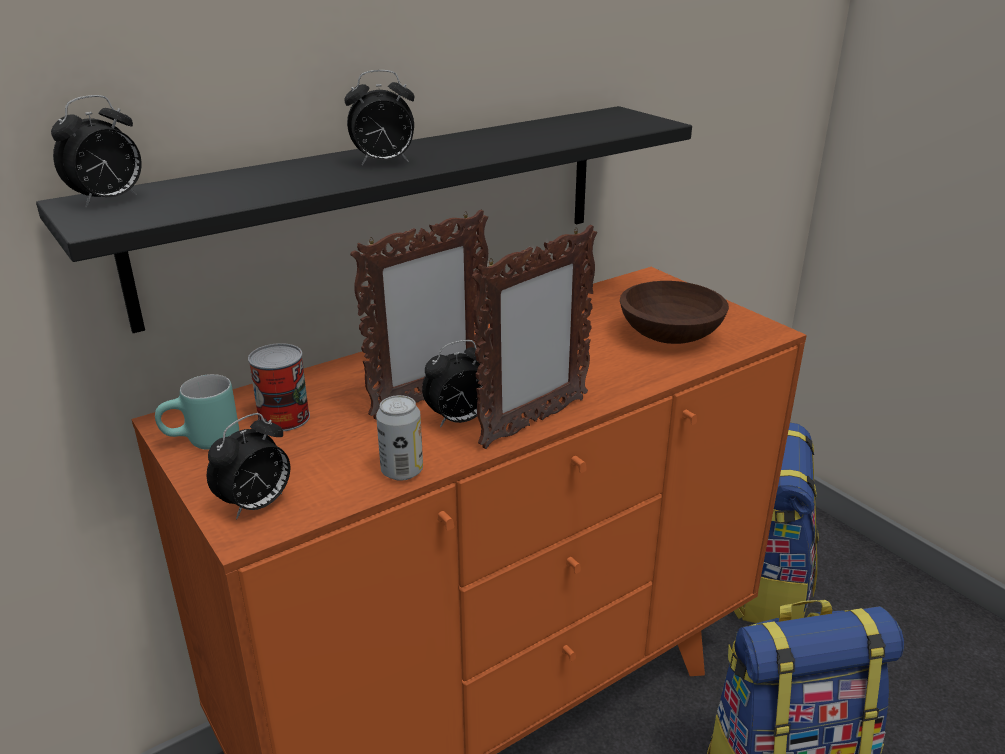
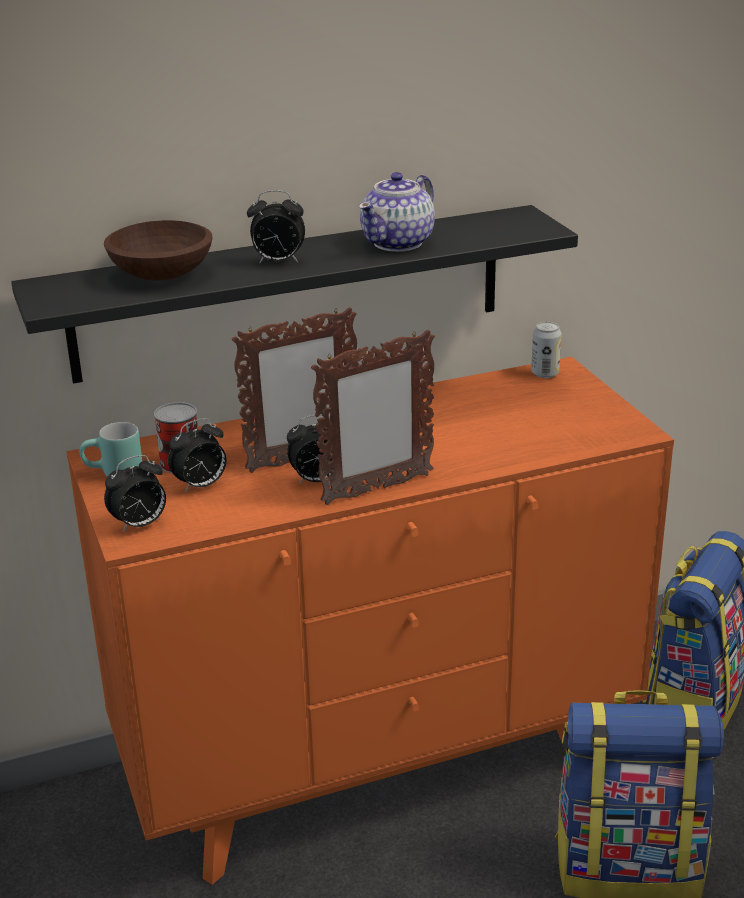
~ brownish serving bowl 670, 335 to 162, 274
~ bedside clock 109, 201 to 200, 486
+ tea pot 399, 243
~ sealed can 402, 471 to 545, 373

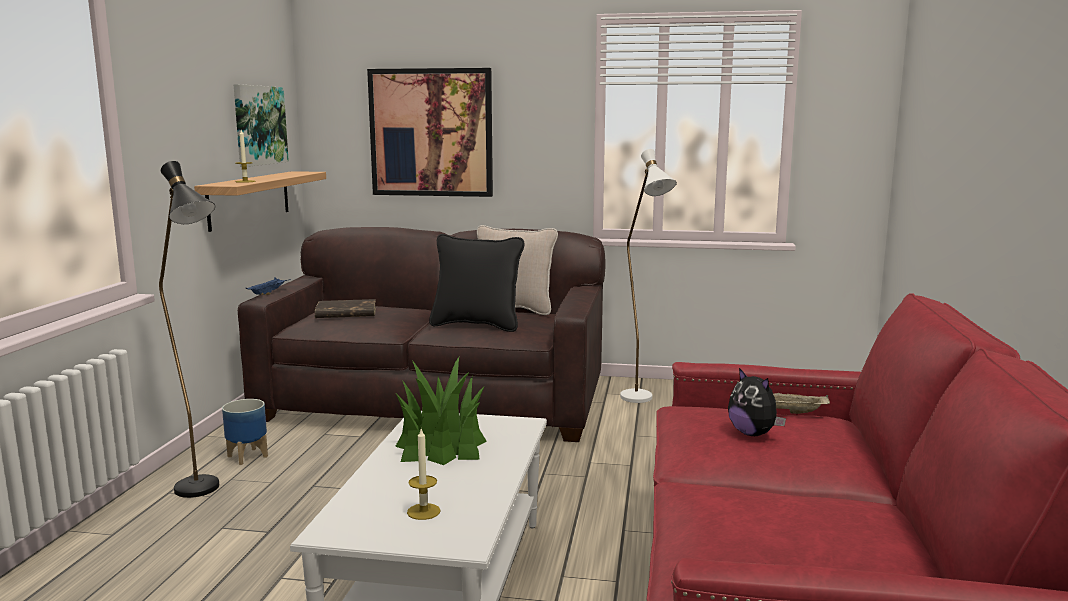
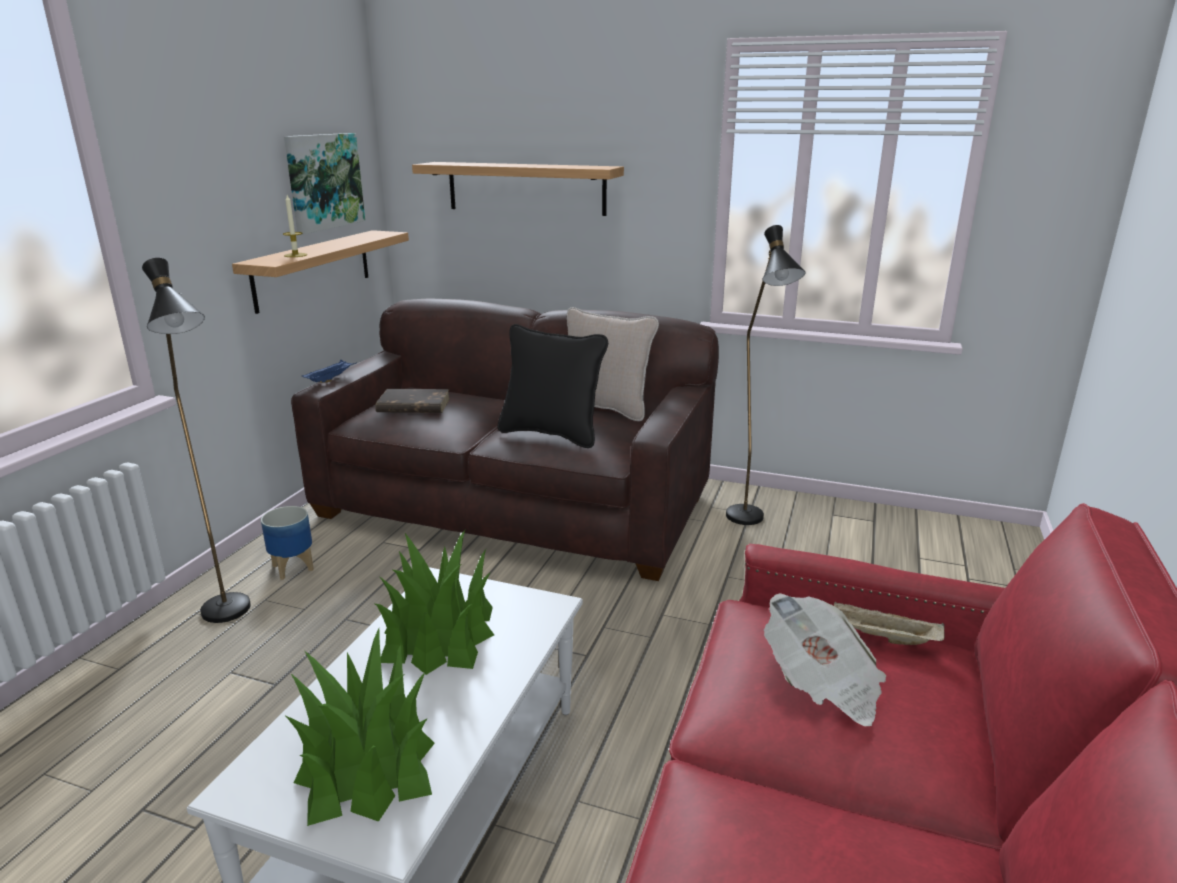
~ candle 423, 511 to plant in a pot 366, 764
~ picture 431, 133 to bracket shelf 526, 188
~ white-coloured standard lamp 642, 401 to black standard lamp 749, 523
~ cuddly toy 753, 433 to daily paper 822, 684

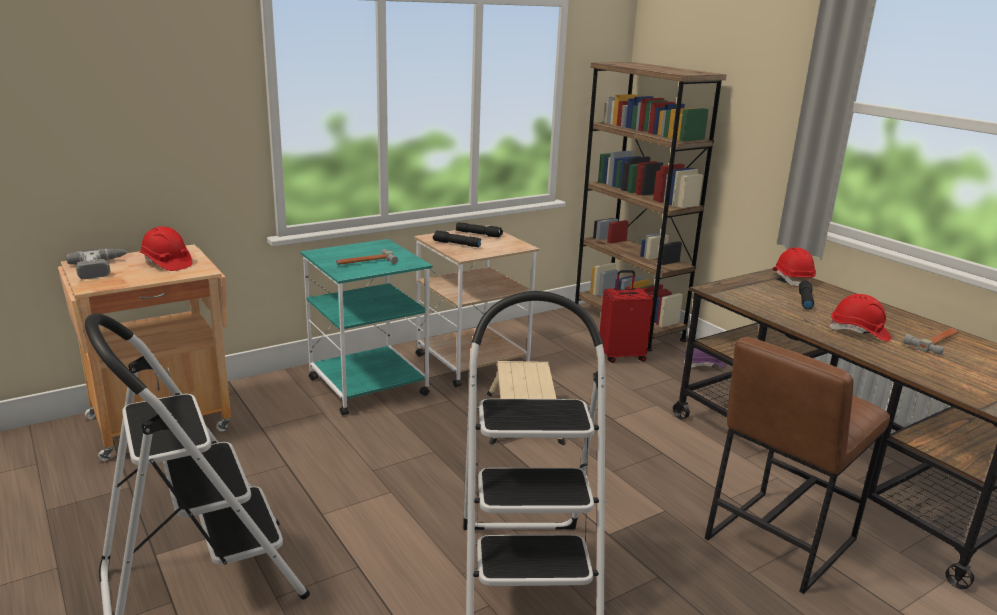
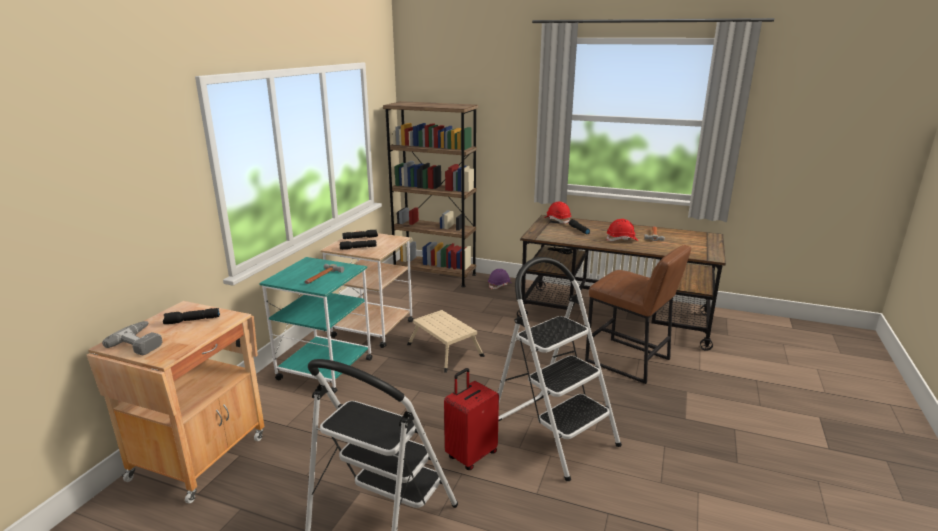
~ red work helmet 166, 263 to black torch 192, 321
~ red suitcase 621, 356 to 471, 455
~ brownish plain chair 779, 540 = 629, 360 60 degrees counterclockwise

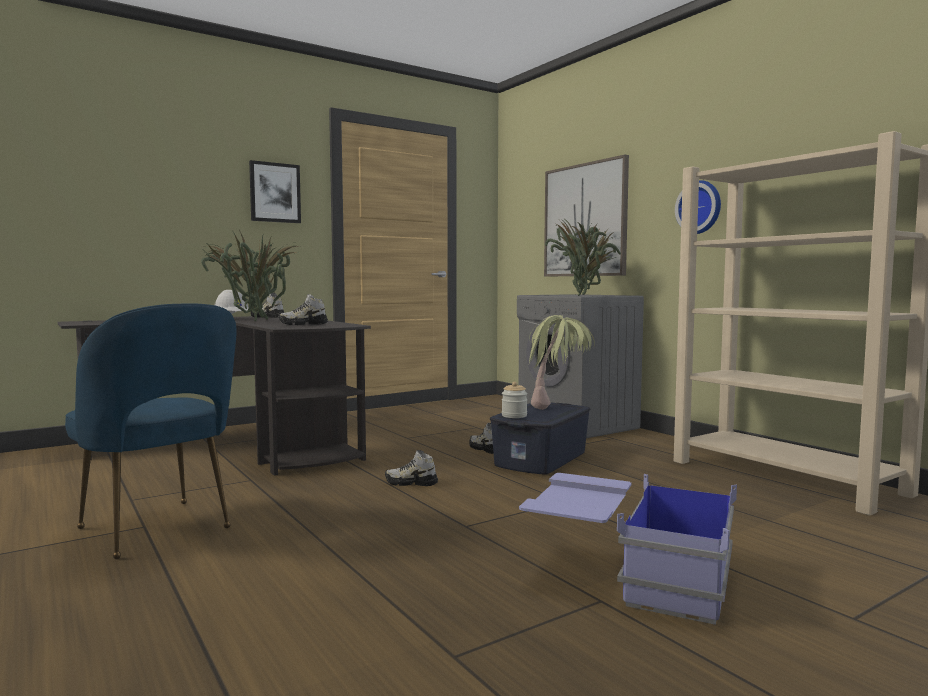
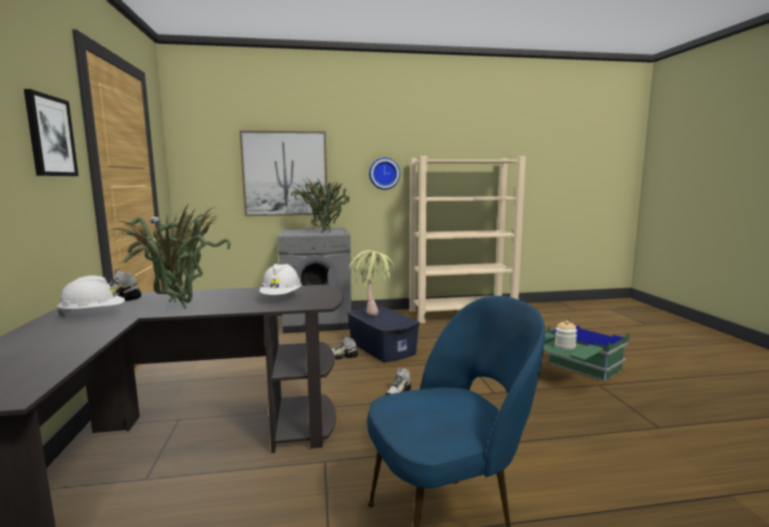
~ shoe 303, 324 to white-coloured work helmet 281, 297
~ blue storage box 627, 576 to green storage box 573, 373
~ jar 514, 416 to 565, 346

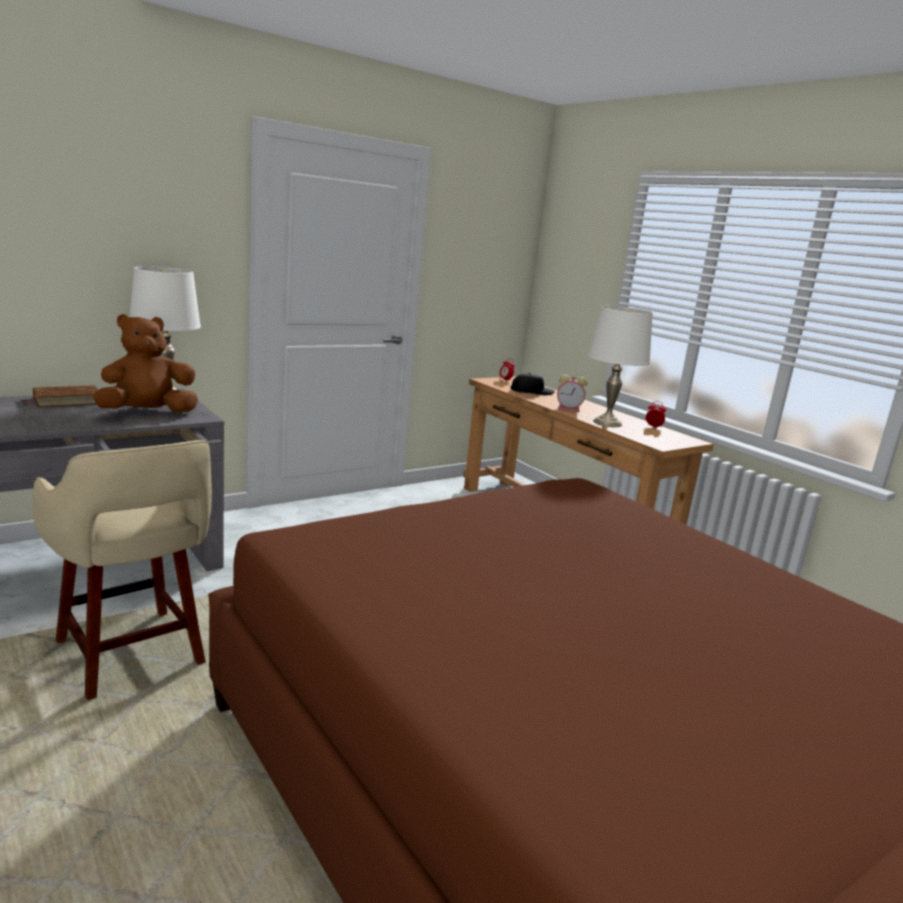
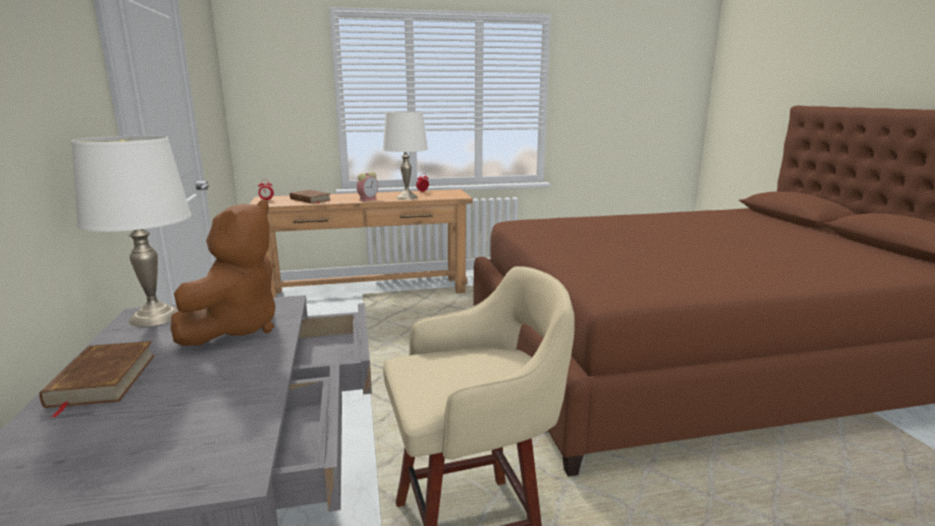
~ brownish cuddly toy 147, 413 = 236, 328 150 degrees counterclockwise
~ black baseball cap 532, 392 to brownish book 310, 199

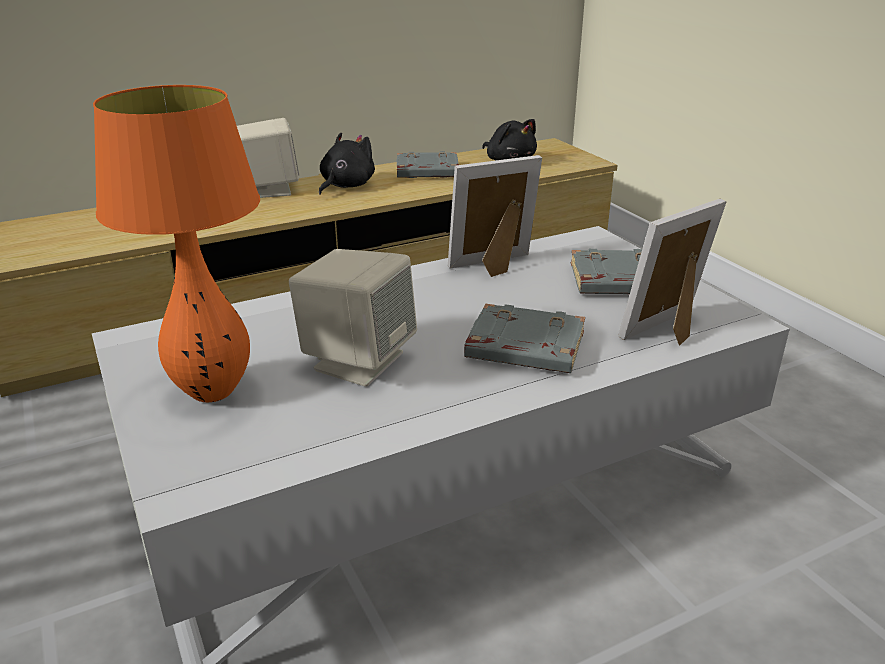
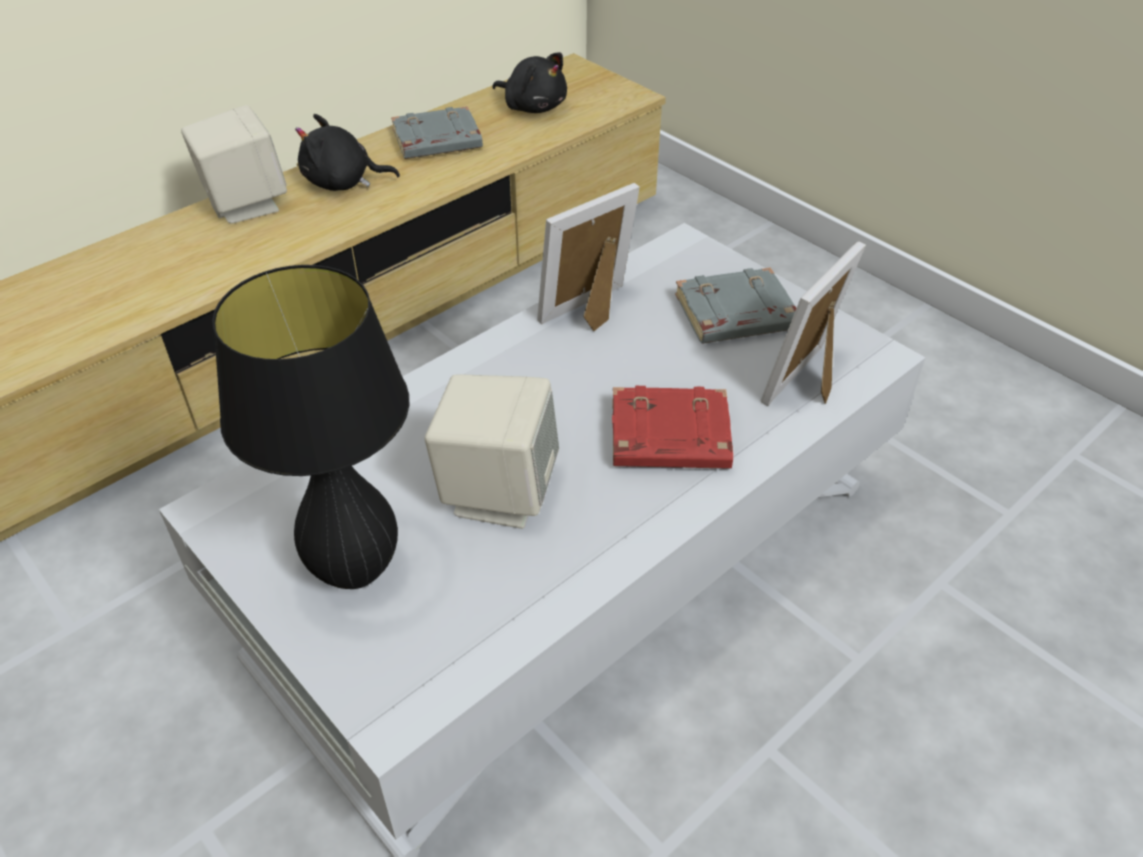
~ orangey tabletop lamp 213, 392 to black tabletop lamp 356, 571
~ black cuddly toy 345, 186 = 343, 182 105 degrees counterclockwise
~ greyish book 523, 348 to red book 668, 438

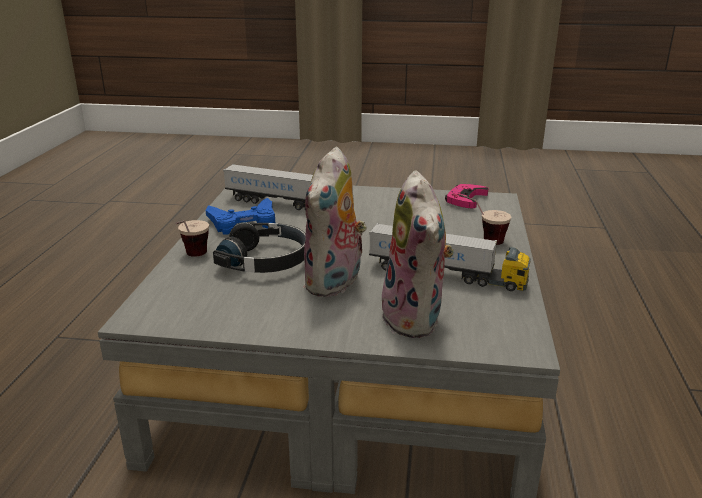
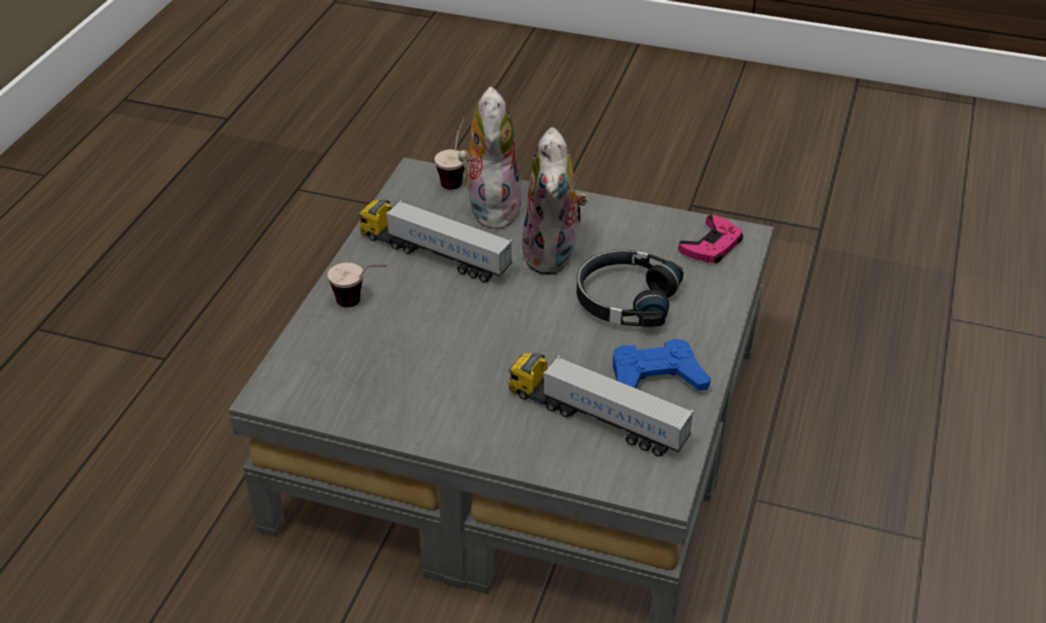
~ drinking cup 192, 258 to 456, 177
~ cuddly toy 335, 284 = 553, 255 150 degrees clockwise
~ pink joypad 465, 200 to 711, 245

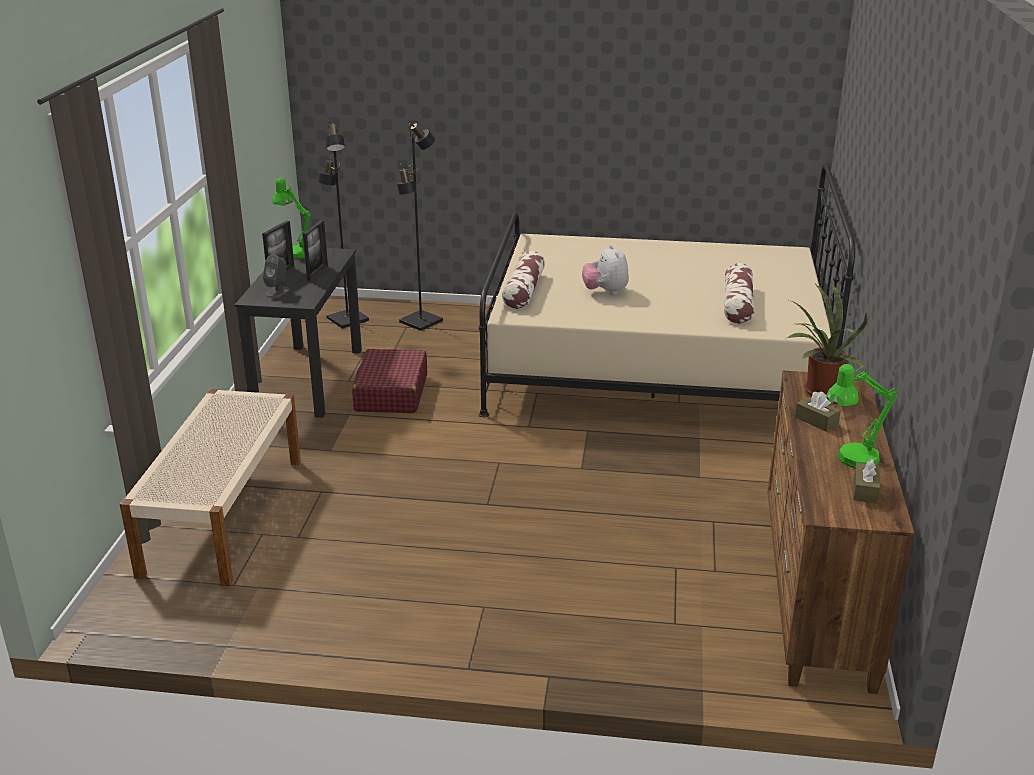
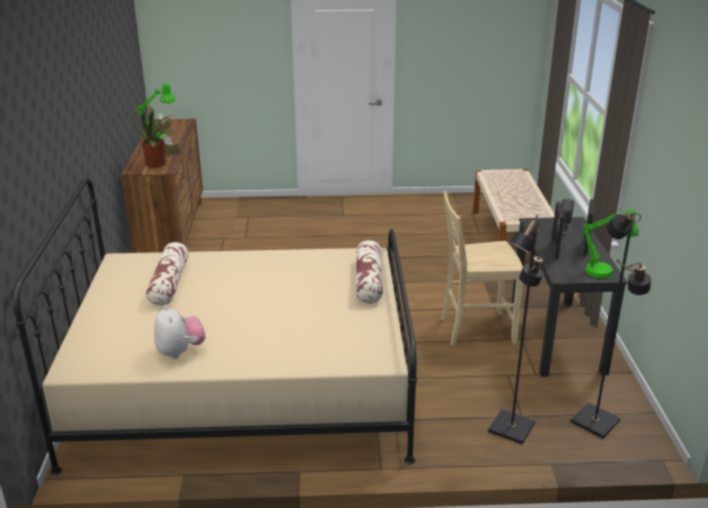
~ cuddly toy 605, 292 to 180, 352
~ red suitcase 391, 393 to sand-coloured plain chair 475, 329

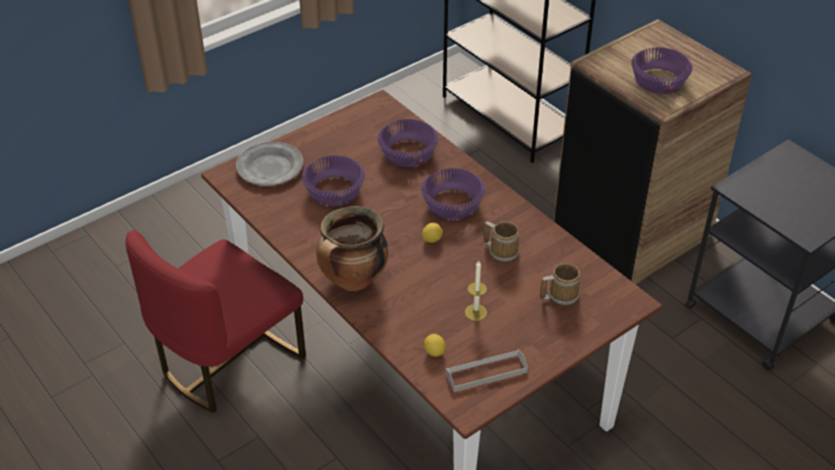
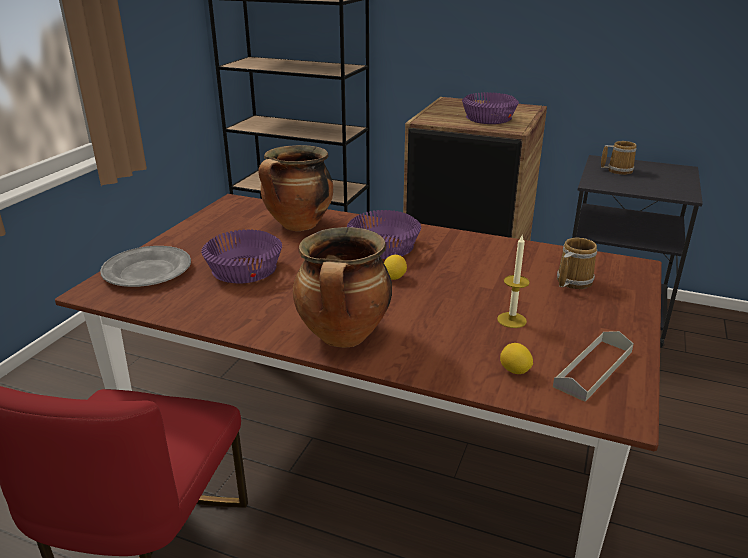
~ purplish serving bowl 408, 153 to saucepot 298, 226
~ tea mug 502, 252 to 618, 170

